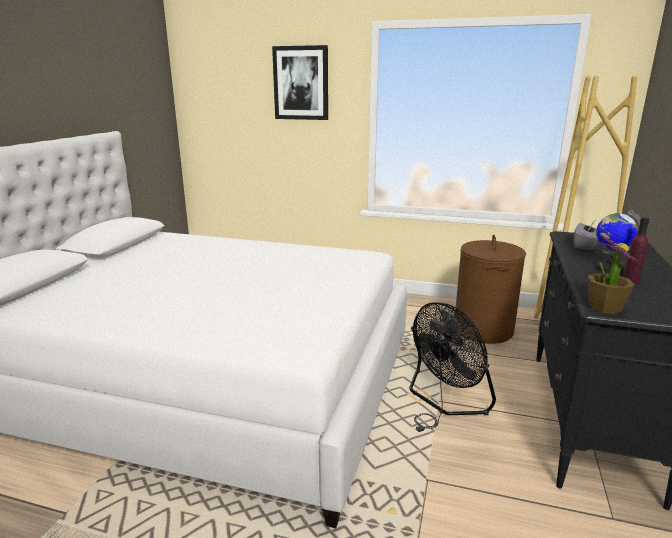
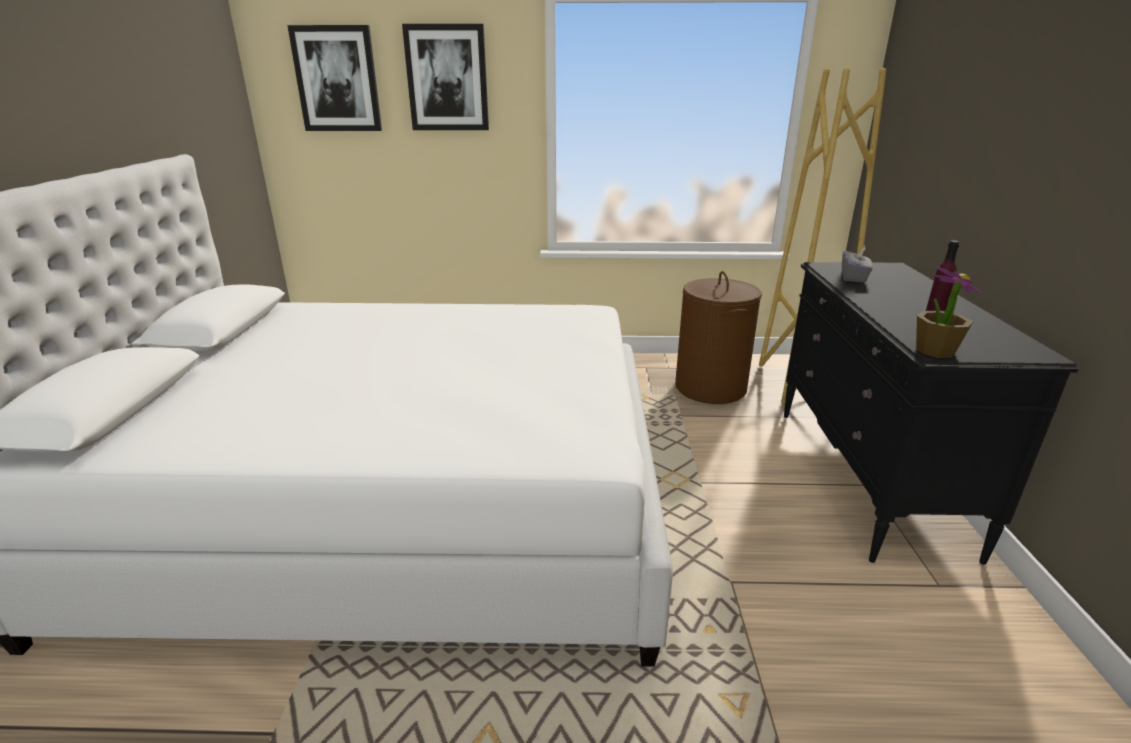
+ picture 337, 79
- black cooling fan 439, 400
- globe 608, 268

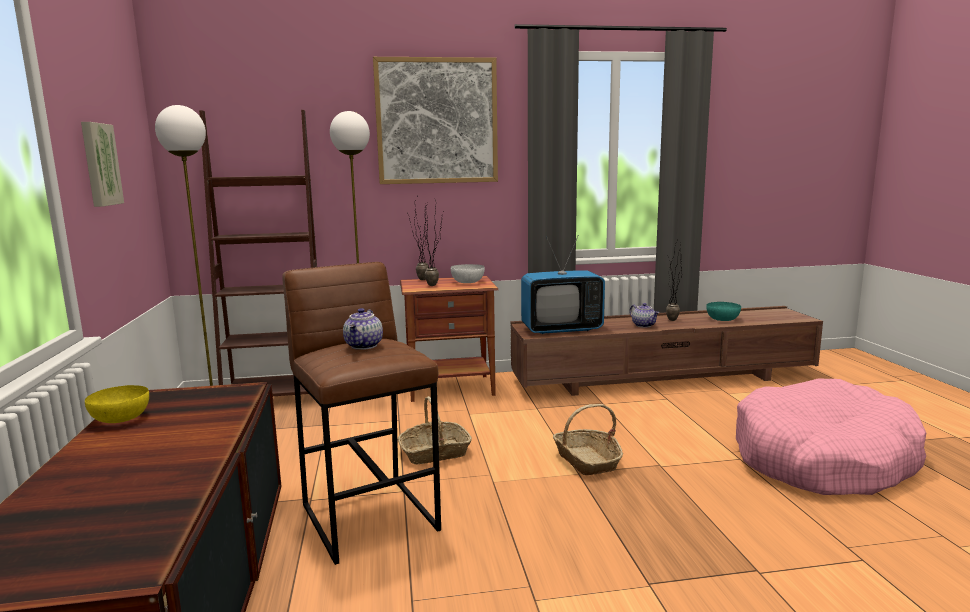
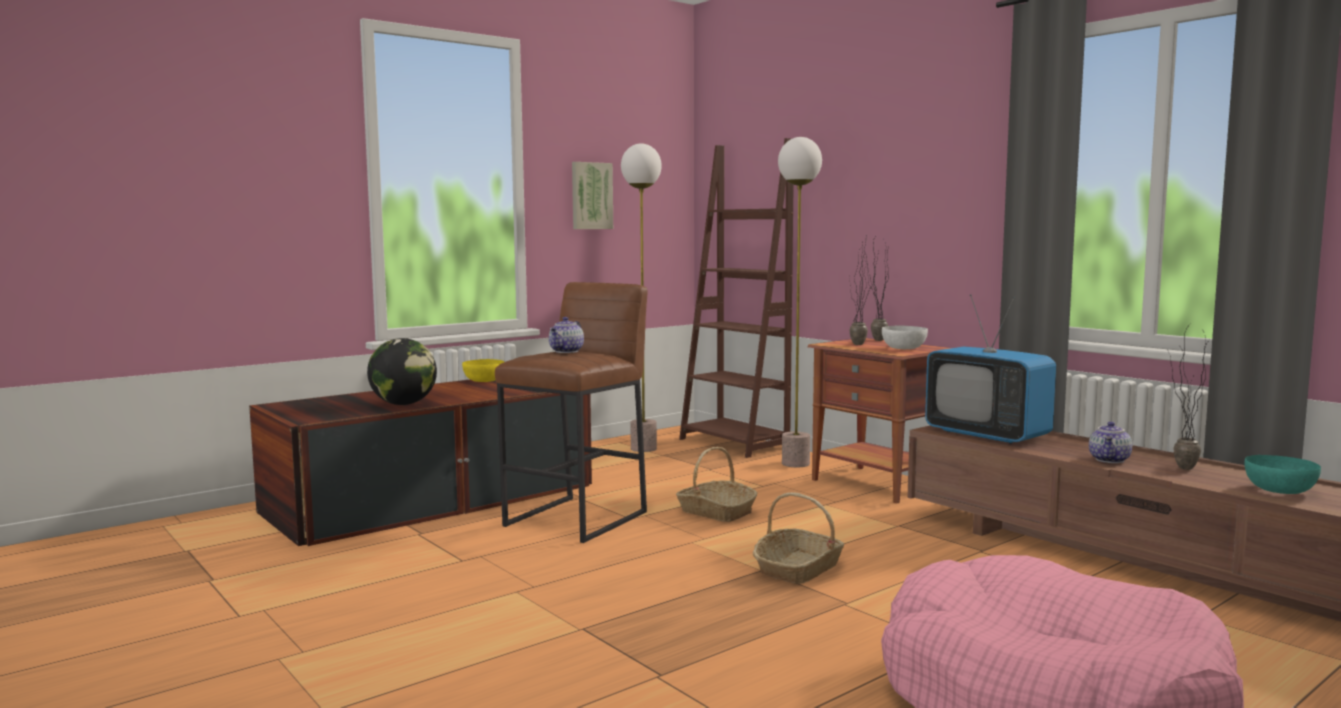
+ globe 403, 404
~ tea pot 364, 346 = 567, 351 45 degrees counterclockwise
- picture 437, 121

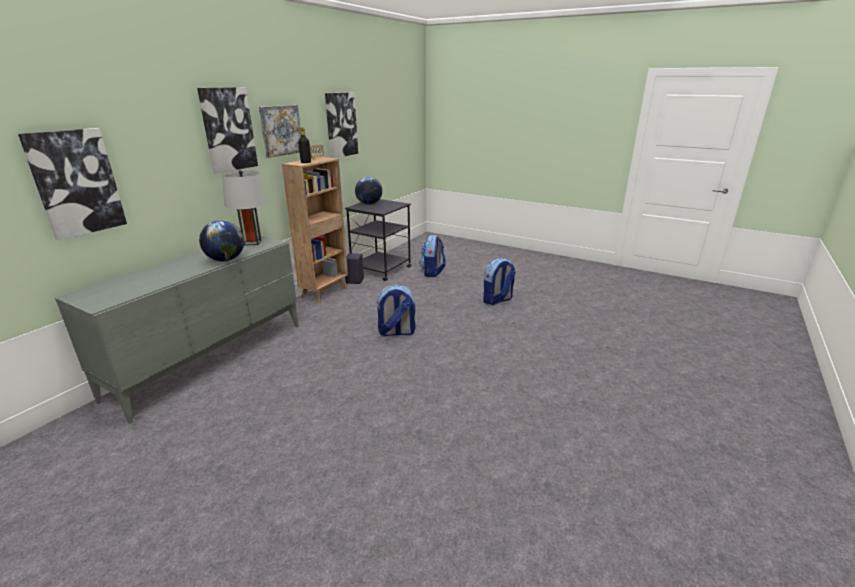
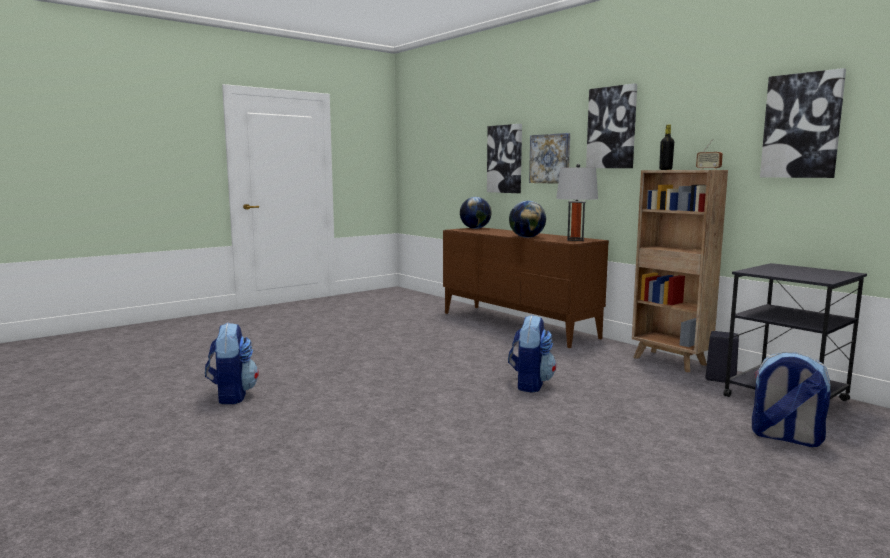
~ rucksack 497, 300 to 232, 395
~ greyish dresser 211, 359 to brownish dresser 518, 325
~ globe 369, 204 to 475, 228
~ picture 280, 130 to 550, 158

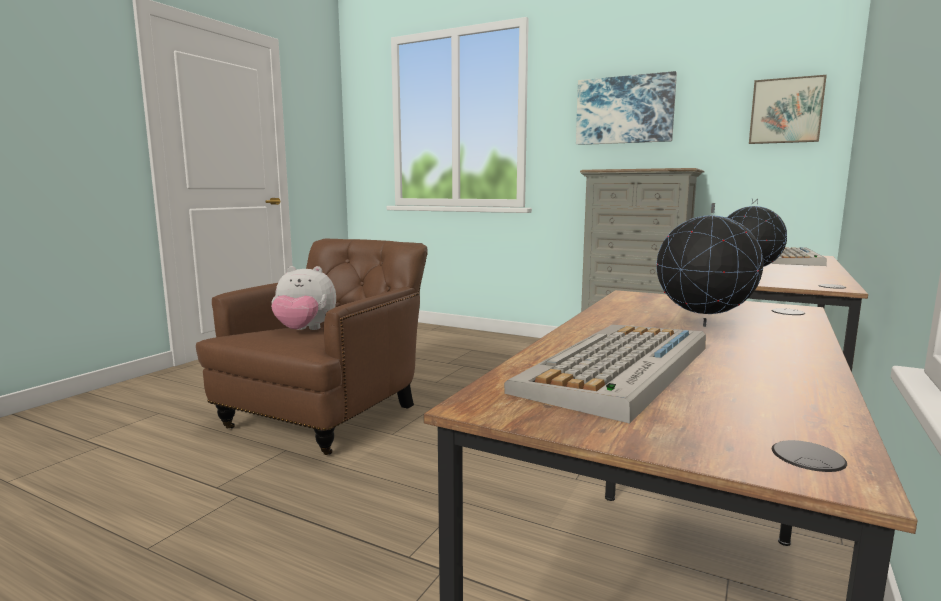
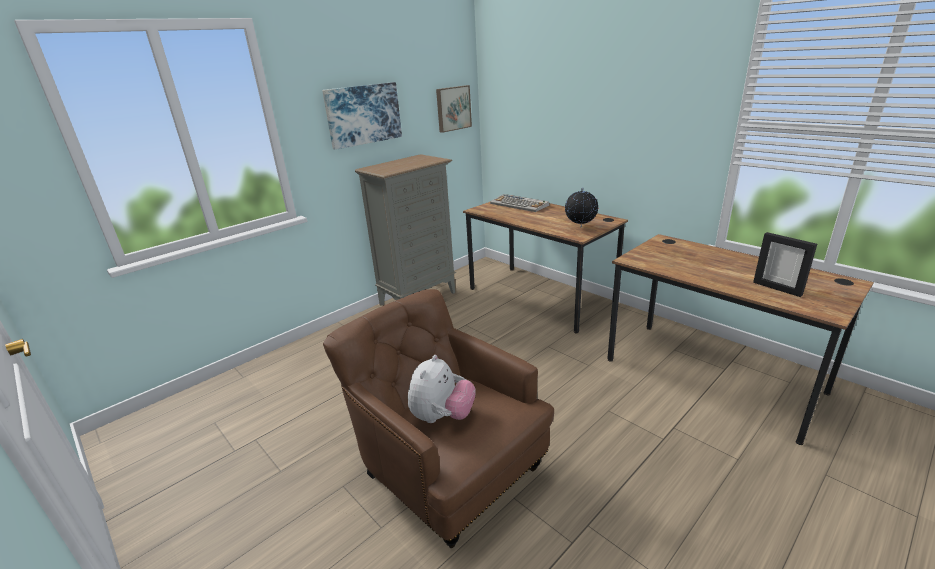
~ keyboard 618, 369 to standing frame 777, 288
- globe 702, 326

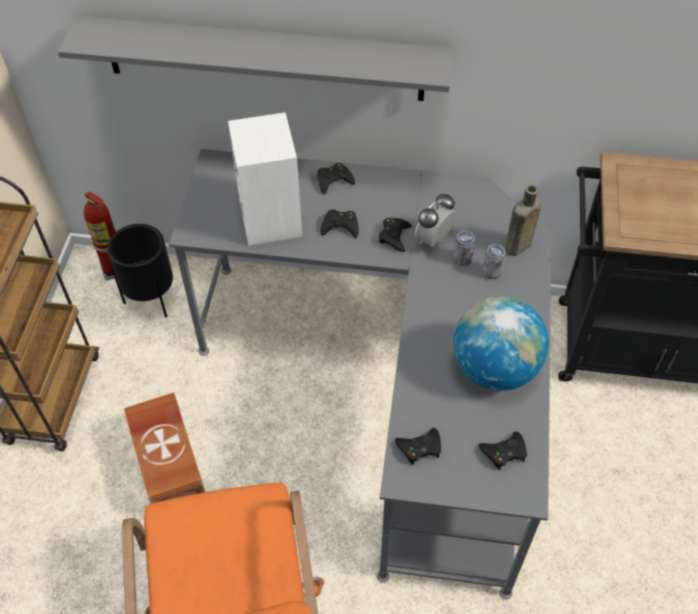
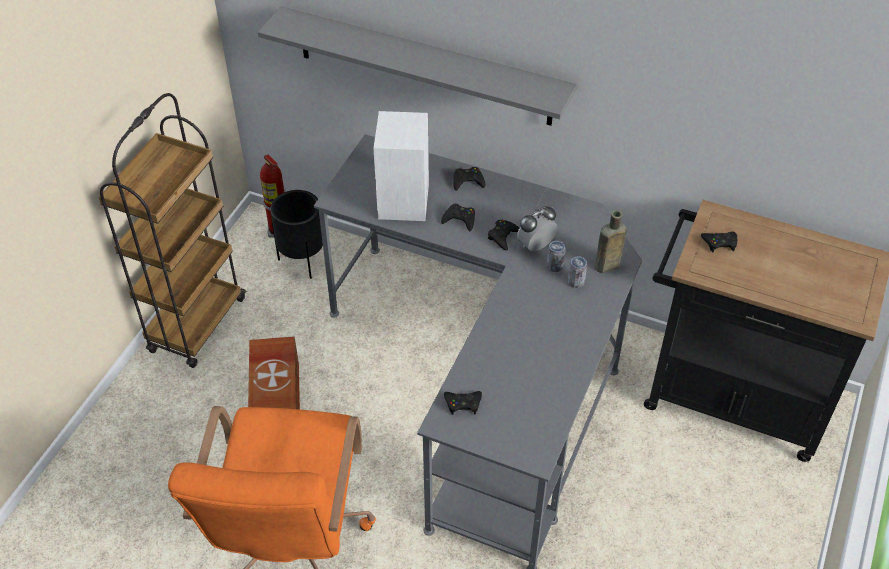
~ black joypad 504, 452 to 720, 243
- globe 494, 368

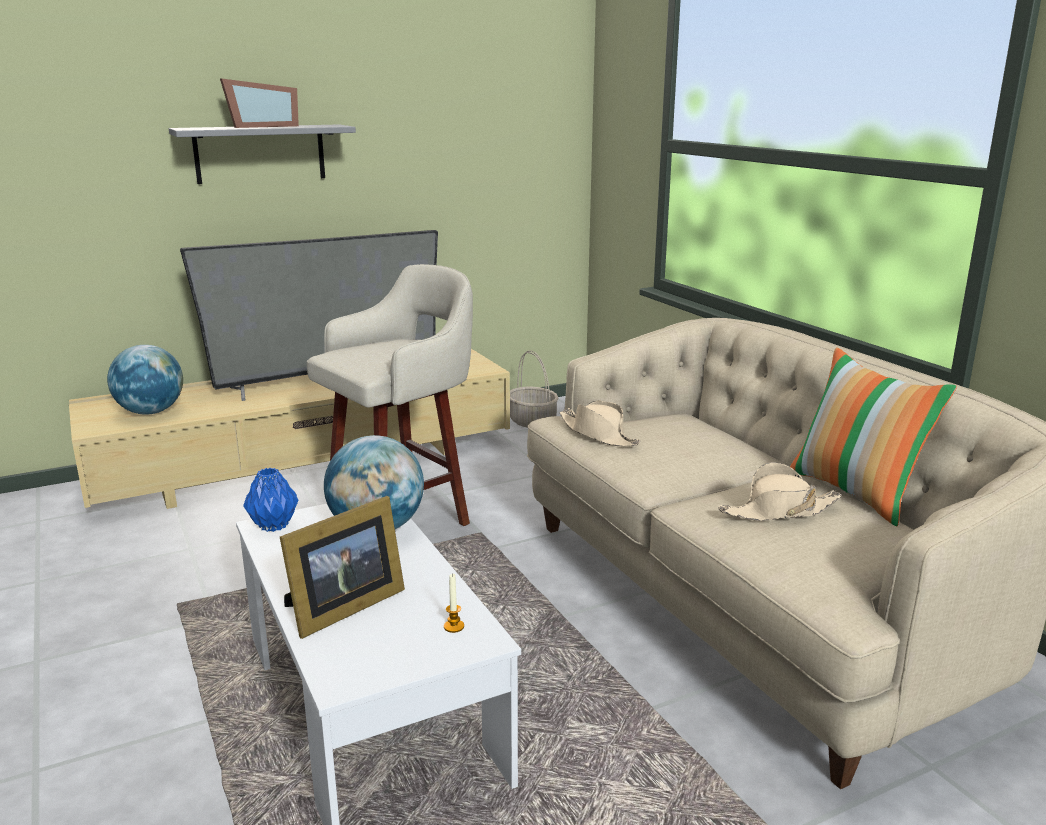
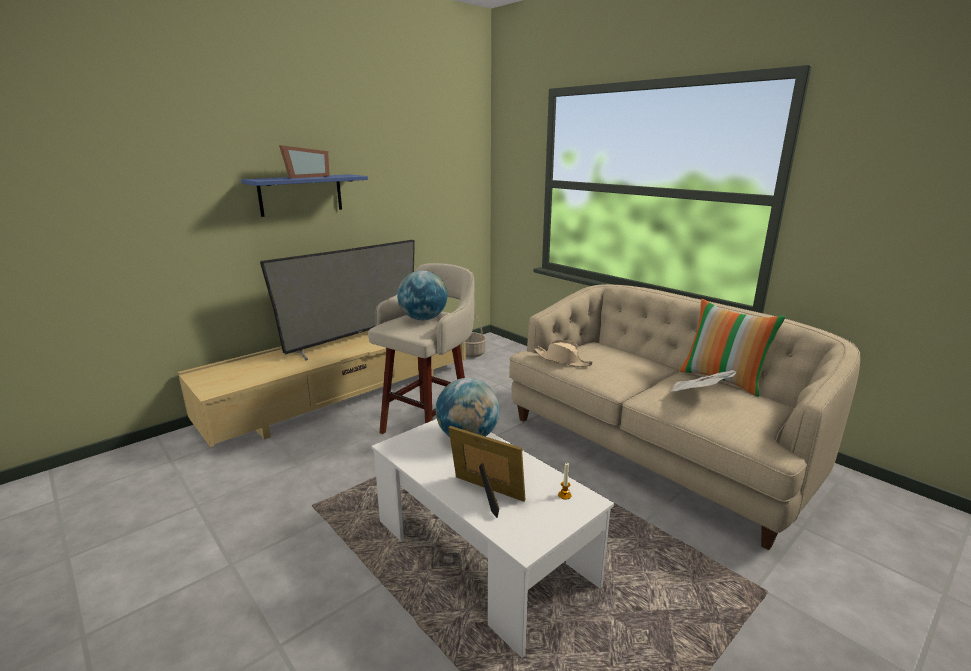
~ greyish bracket shelf 260, 153 to blue bracket shelf 301, 195
~ globe 151, 412 to 423, 319
~ standing frame 341, 608 = 486, 494 90 degrees counterclockwise
~ sand-coloured clothing hat 779, 511 to daily paper 698, 395
- blue flower vase 274, 525

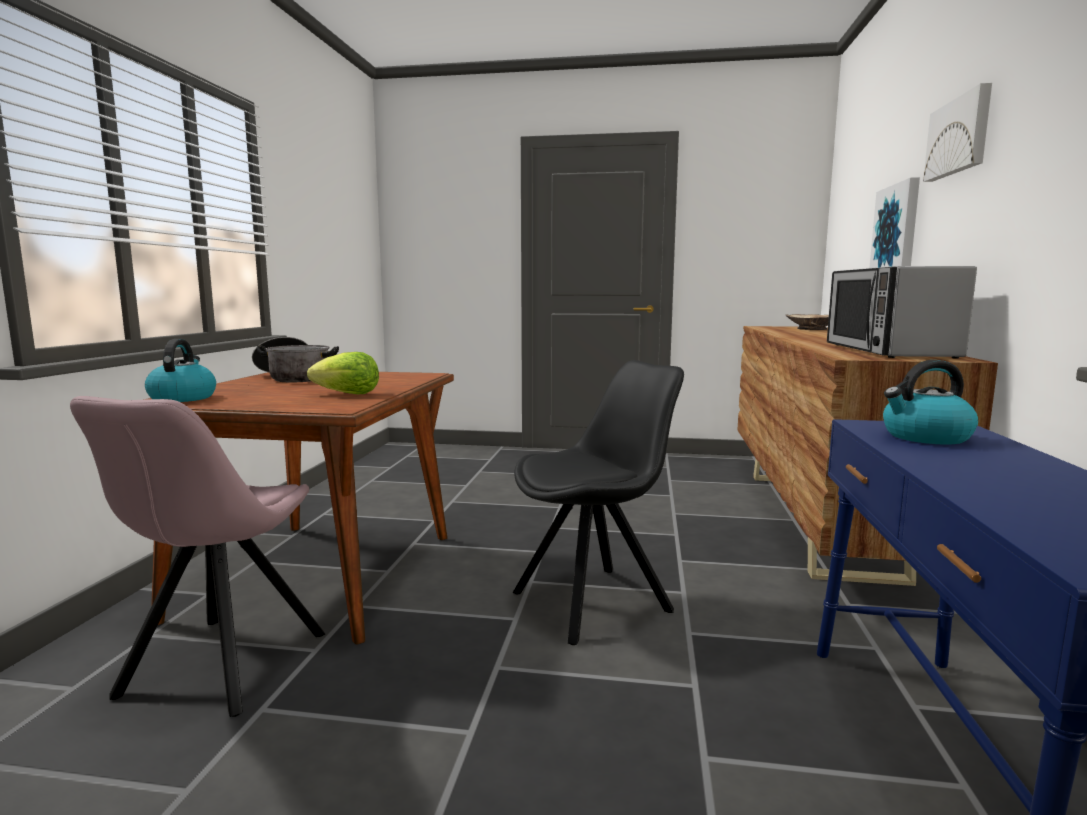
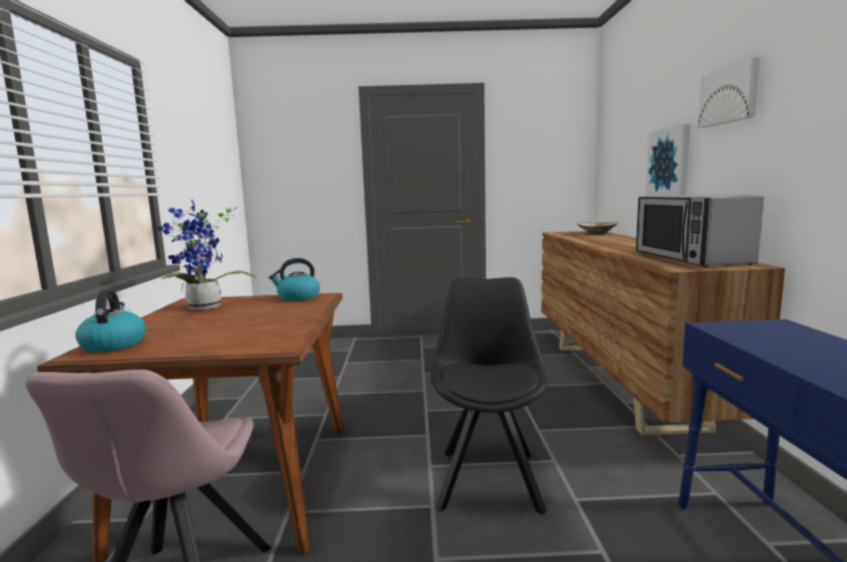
~ saucepot 294, 377 to plant in a pot 204, 308
~ tea kettle 925, 437 to 298, 297
~ black plain chair 593, 602 = 489, 480 45 degrees counterclockwise
- lettuce 348, 394

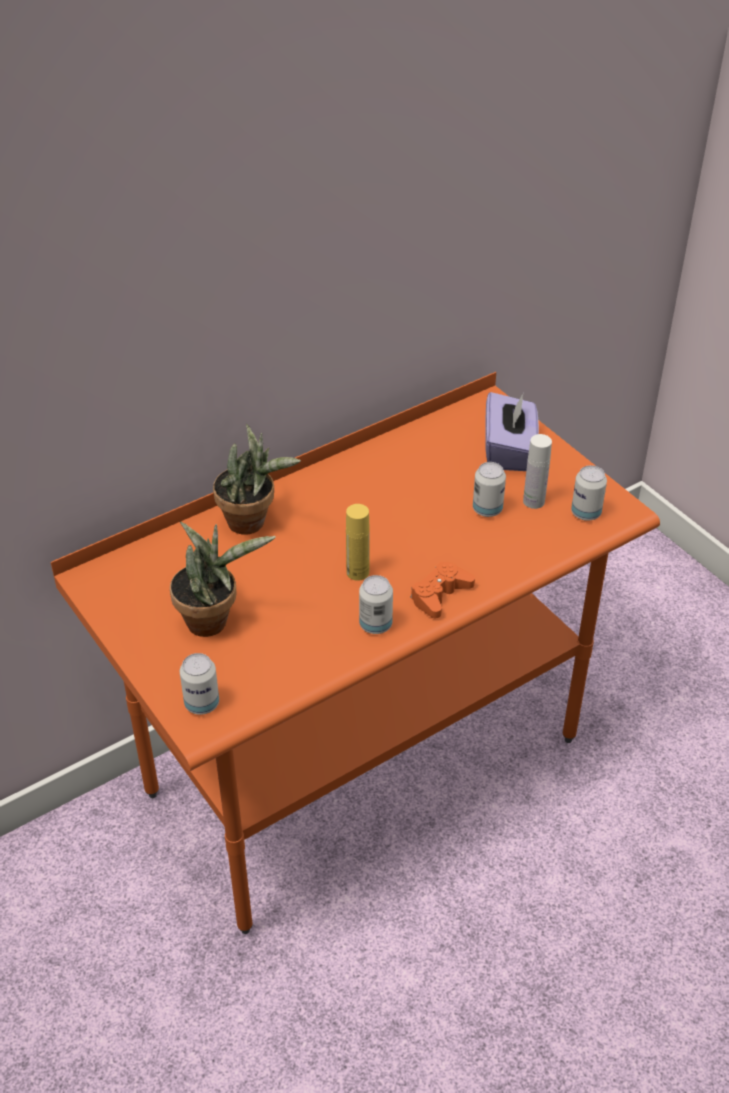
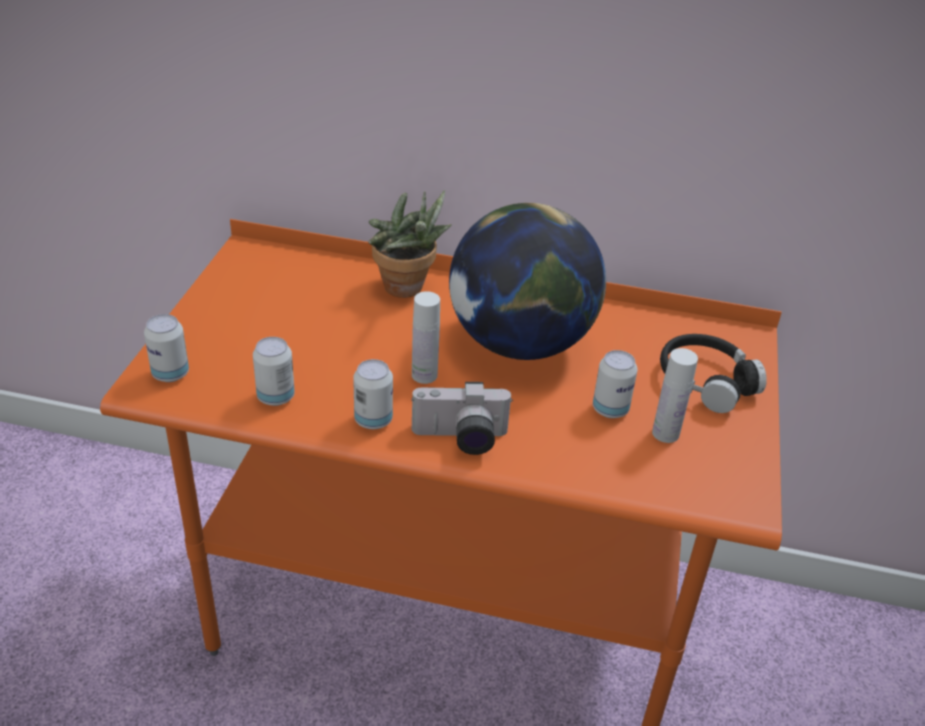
~ sealed can 586, 513 to 276, 397
~ orangey joypad 440, 595 to photo camera 460, 439
~ yellowish beverage bottle 357, 572 to white-coloured beverage bottle 424, 375
+ globe 520, 343
~ purplish box of tissues 509, 451 to black headphones 706, 381
- plant in a pot 213, 620

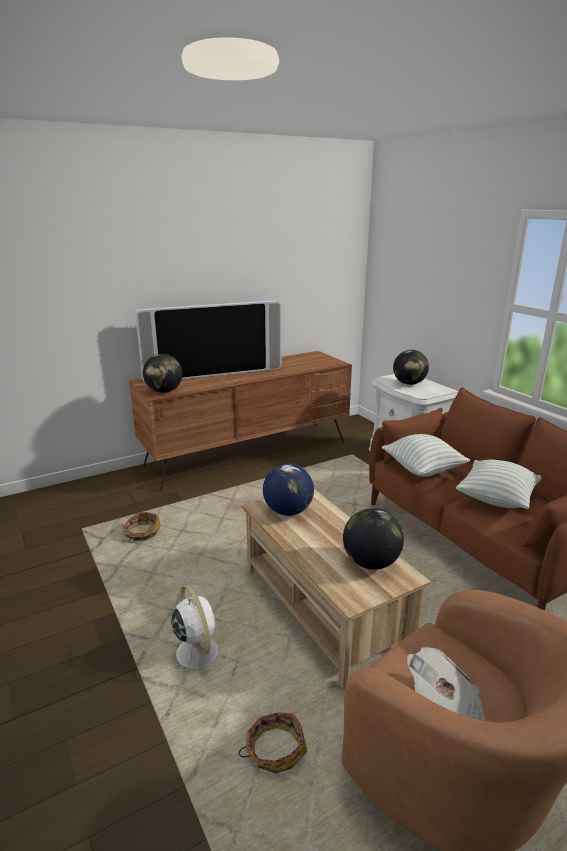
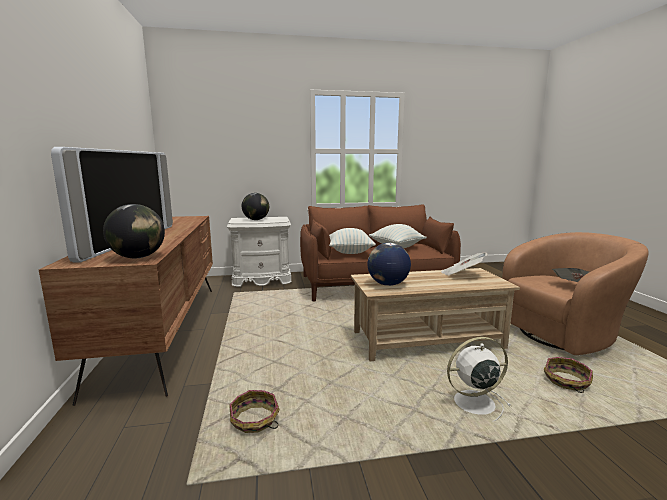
~ globe 371, 562 to daily paper 462, 275

